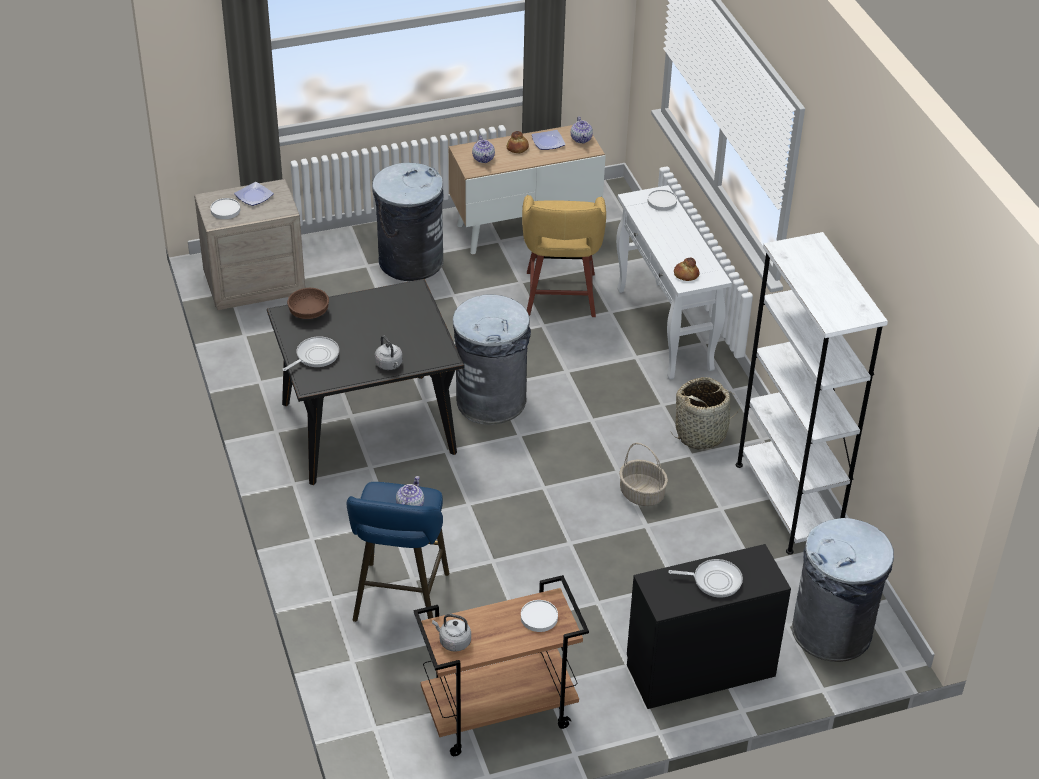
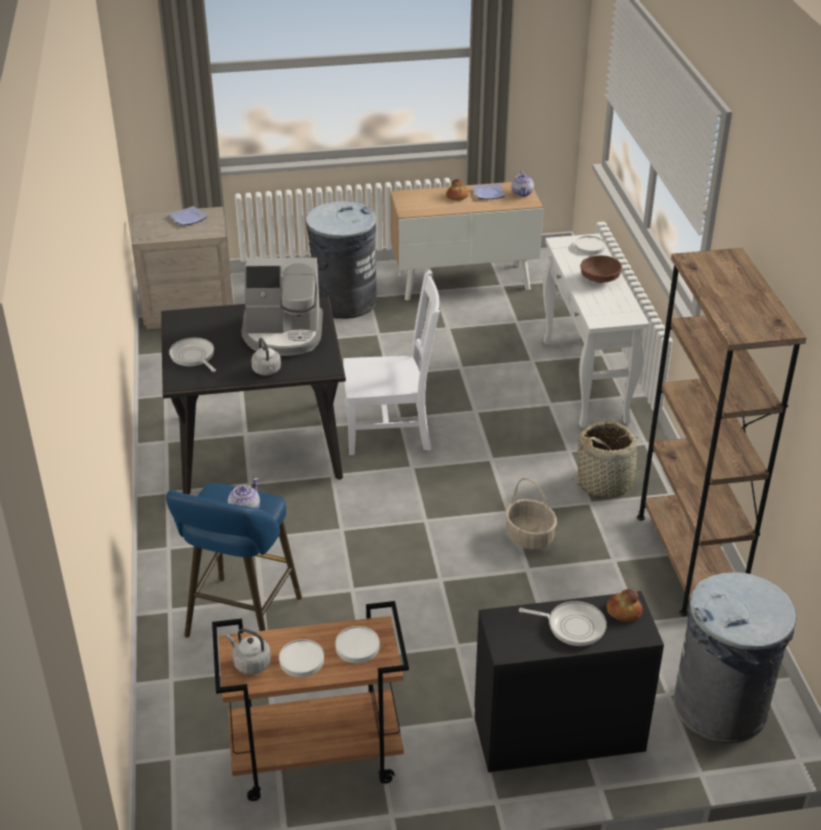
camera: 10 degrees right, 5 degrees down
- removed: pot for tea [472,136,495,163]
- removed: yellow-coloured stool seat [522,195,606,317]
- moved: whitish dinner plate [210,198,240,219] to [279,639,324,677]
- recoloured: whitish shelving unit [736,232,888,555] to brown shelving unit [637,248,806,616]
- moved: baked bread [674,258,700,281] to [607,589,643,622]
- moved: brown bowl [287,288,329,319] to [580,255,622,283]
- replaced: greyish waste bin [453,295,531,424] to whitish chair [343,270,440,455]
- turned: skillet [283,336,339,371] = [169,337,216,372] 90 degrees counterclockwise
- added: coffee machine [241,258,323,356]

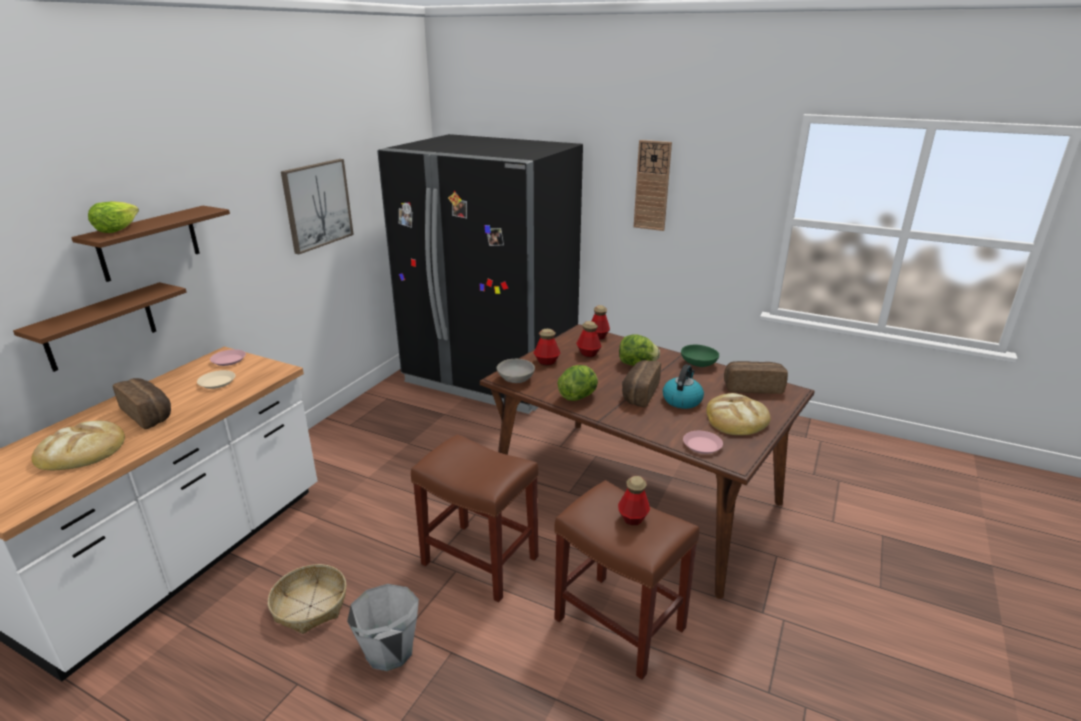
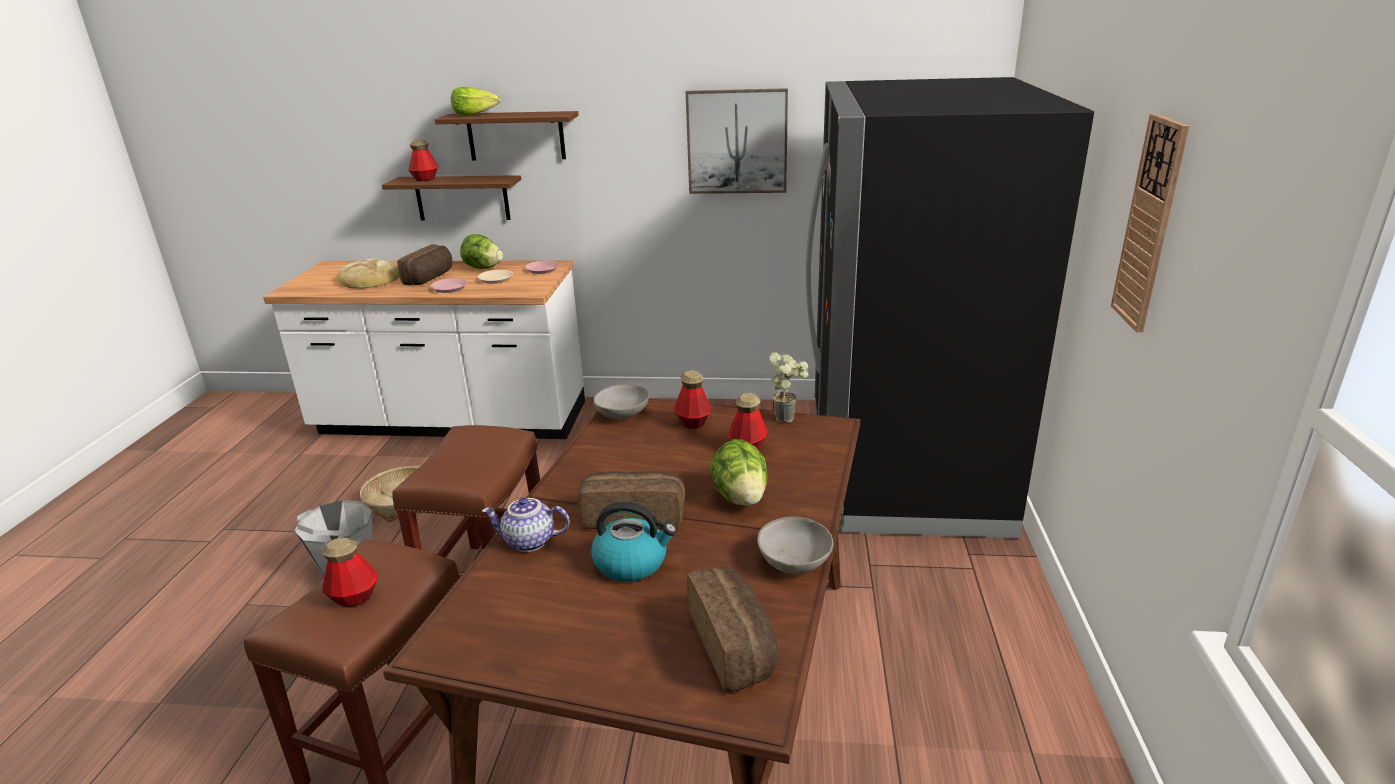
camera: 70 degrees right, 0 degrees up
- moved: beverage bottle [591,305,610,340] to [408,140,438,181]
- recoloured: greenish bowl [681,345,719,367] to greyish bowl [757,517,834,574]
- moved: head of lettuce [557,365,598,401] to [460,234,503,269]
- removed: baked bread [706,393,770,435]
- moved: pink-coloured dinner plate [683,431,723,454] to [430,278,467,293]
- added: potted plant [769,352,808,423]
- added: pot for tea [482,497,570,552]

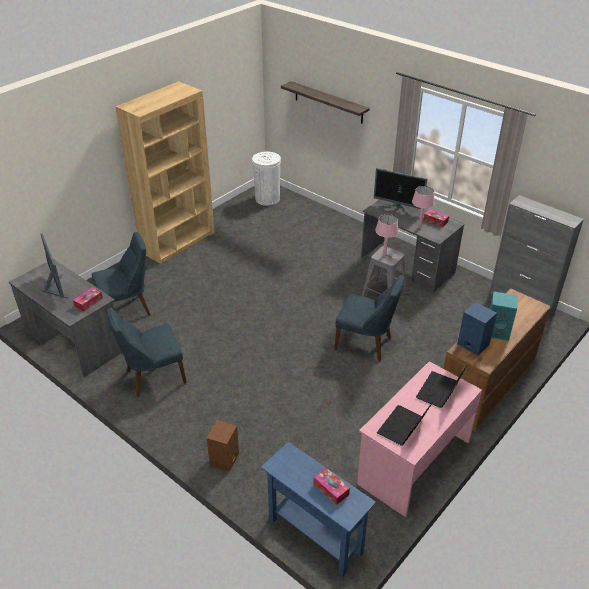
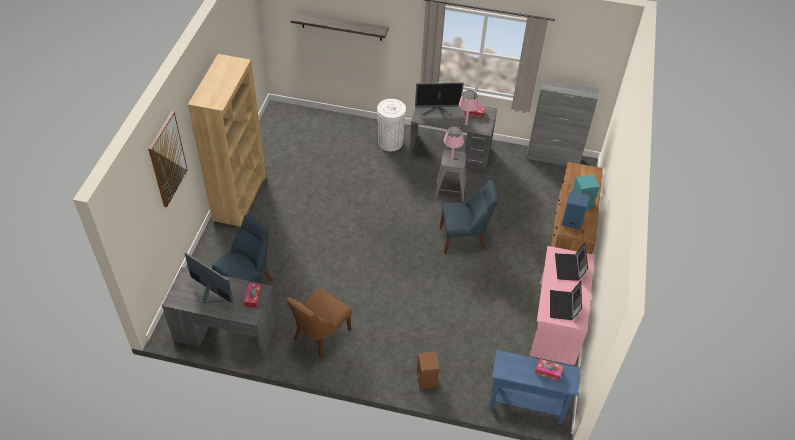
camera: 30 degrees left, 10 degrees up
- moved: whitish waste bin [252,152,281,206] to [377,99,406,151]
- recoloured: blue chair [107,307,186,397] to brown chair [287,288,352,359]
- added: wall picture [148,111,188,207]

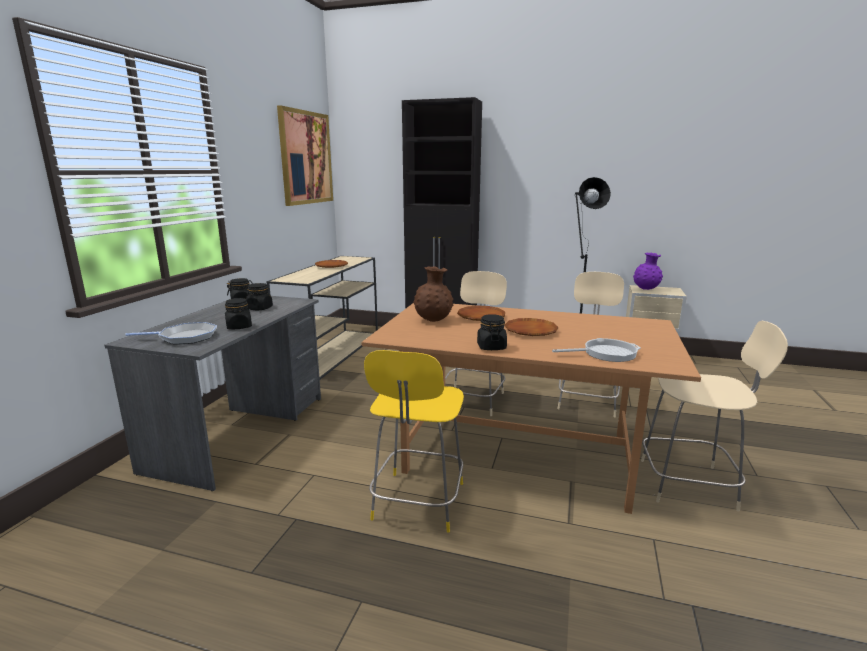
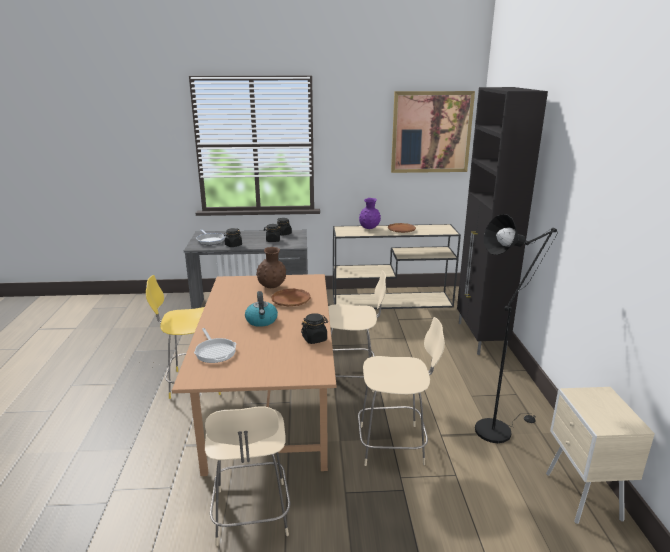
camera: 70 degrees right, 5 degrees up
- moved: purple flower vase [633,253,663,290] to [359,198,381,229]
- moved: black-coloured storage jar [477,314,507,350] to [301,313,328,344]
- replaced: brown dinner plate [504,318,559,336] to tea kettle [245,291,278,327]

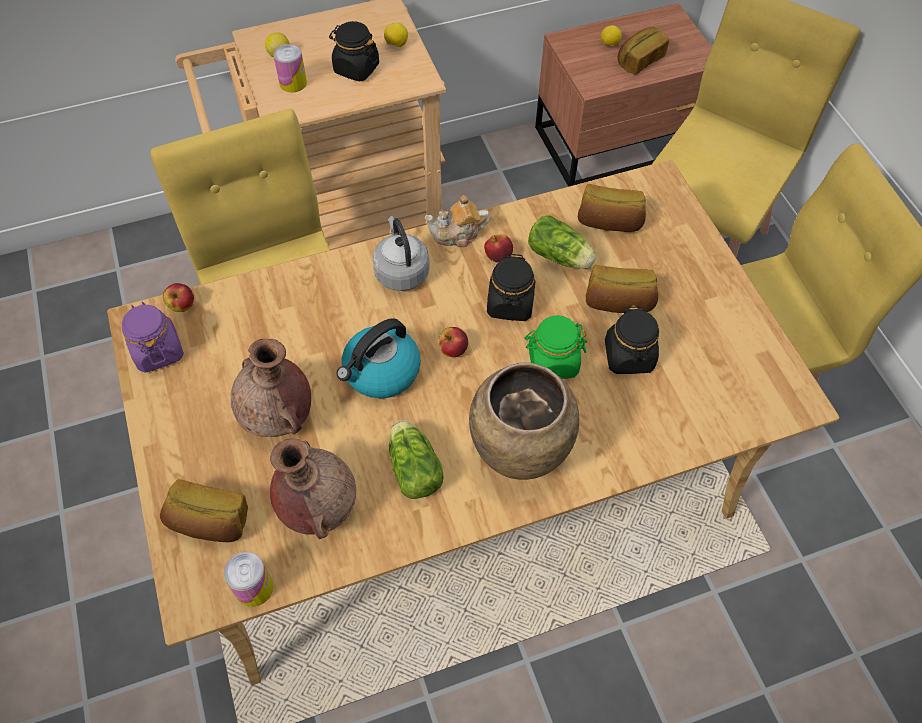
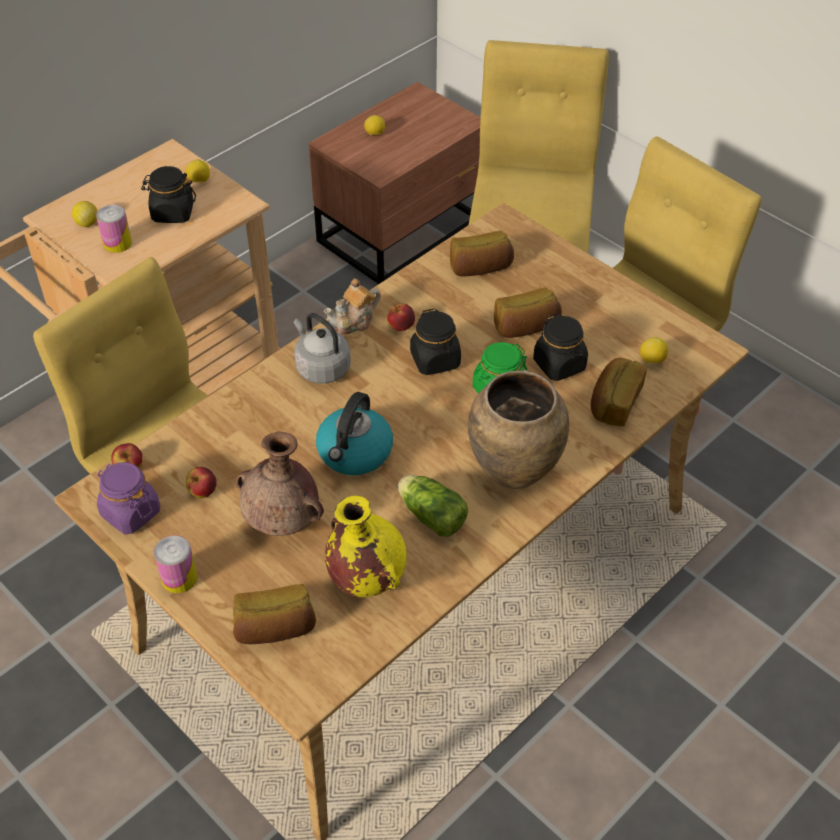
camera: 25 degrees left, 10 degrees down
- moved: baked bread [618,27,669,75] to [591,358,647,426]
- removed: head of lettuce [528,216,596,269]
- moved: apple [438,327,468,357] to [186,467,217,498]
- recoloured: brown flower vase [270,438,356,539] to yellow-coloured flower vase [325,496,406,597]
- moved: can [224,552,273,607] to [154,536,197,593]
- added: whole lemon [640,337,668,363]

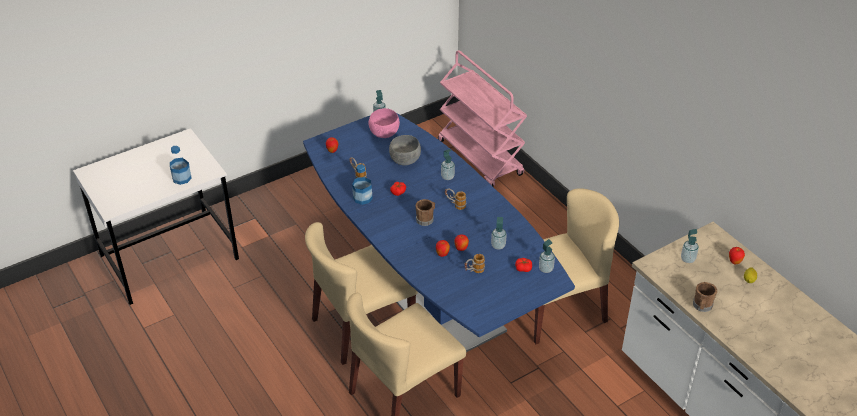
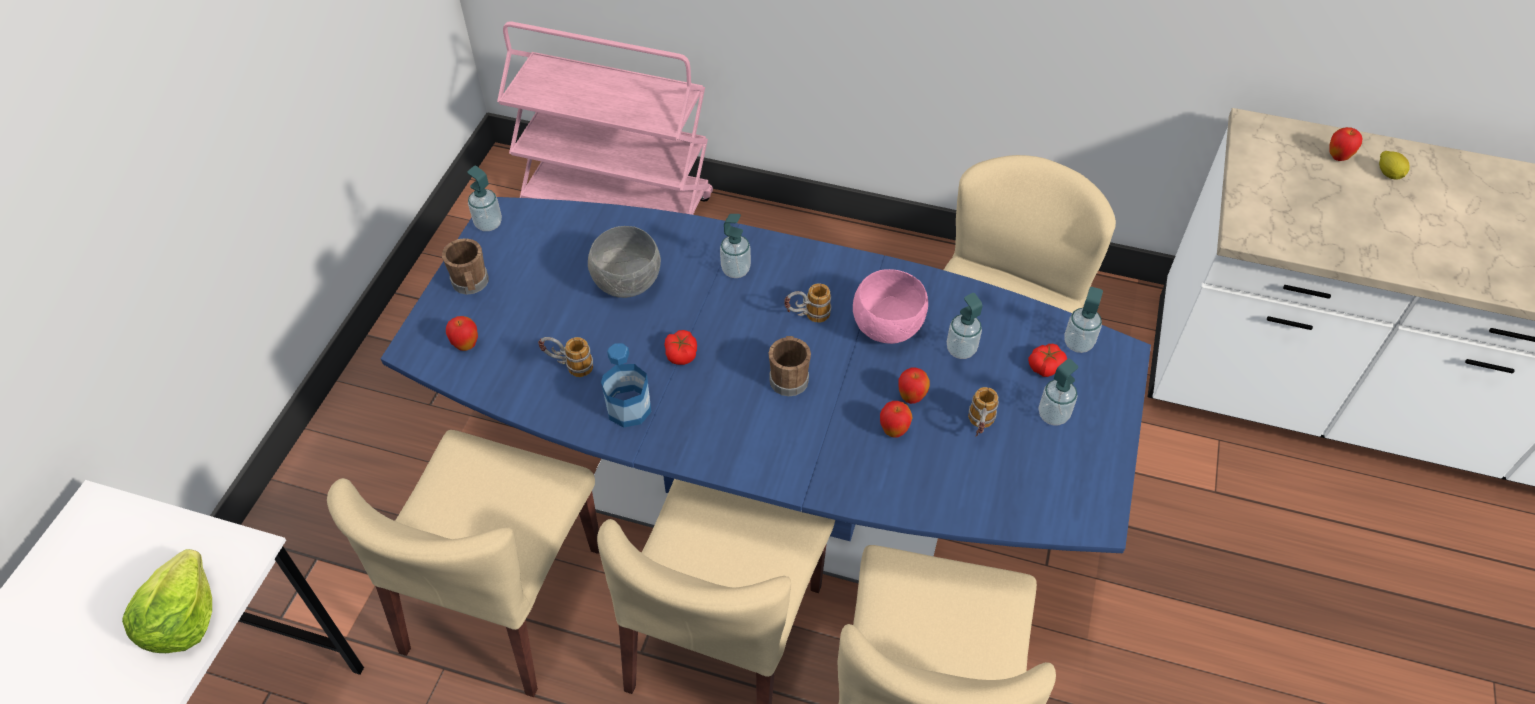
camera: 40 degrees left, 10 degrees up
- moved: pink-coloured bowl [368,108,400,138] to [853,269,928,344]
- replaced: beverage bottle [170,146,192,185] to head of lettuce [122,549,212,653]
- moved: liquid soap bottle [681,229,699,263] to [1038,359,1078,425]
- moved: brown coffee mug [693,282,717,312] to [442,238,488,295]
- added: beige chair [327,430,599,697]

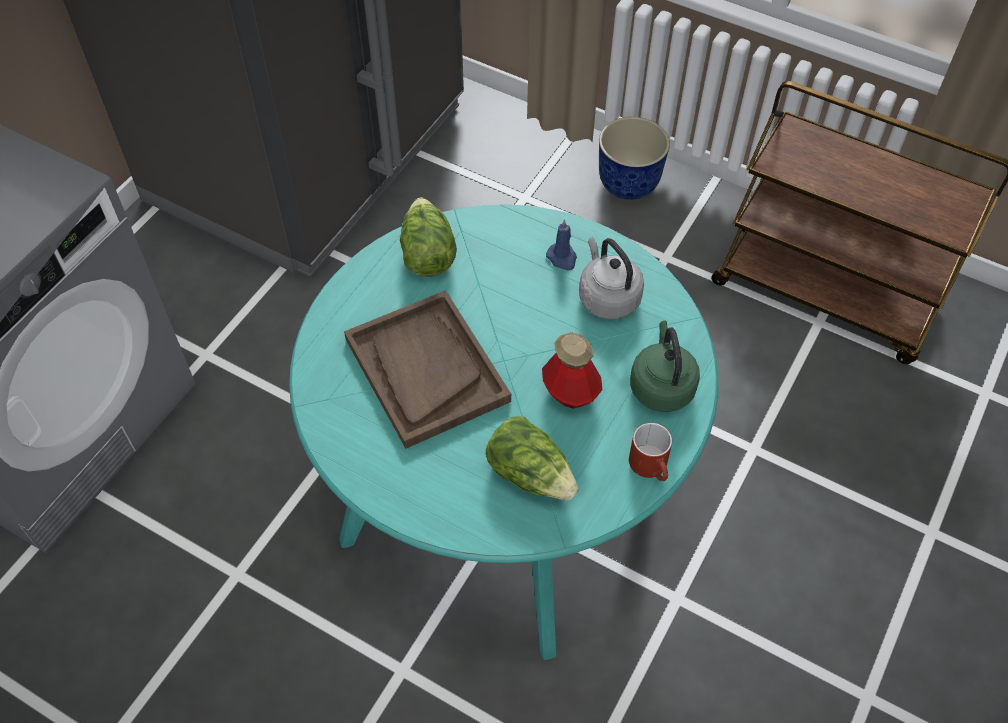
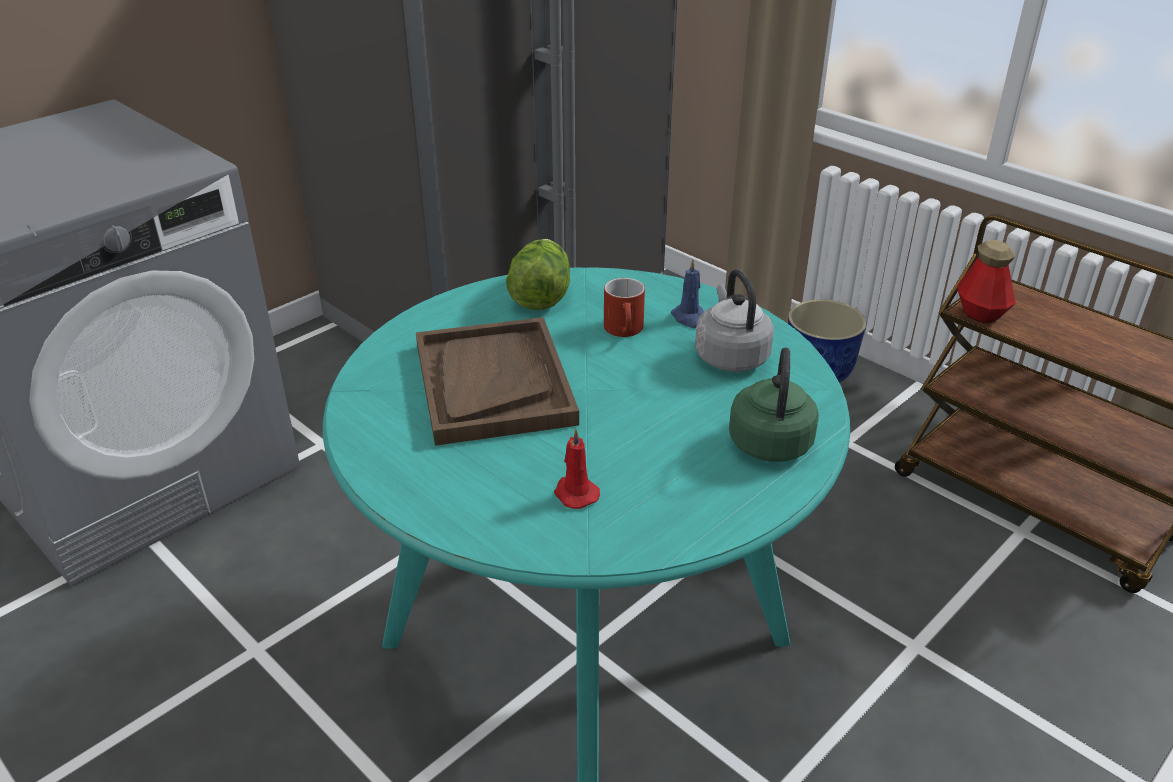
camera: 15 degrees right, 20 degrees down
- moved: beverage bottle [542,332,603,409] to [957,240,1016,323]
- replaced: head of lettuce [486,416,578,500] to red candle [554,428,600,509]
- moved: red coffee mug [629,423,672,481] to [604,278,645,337]

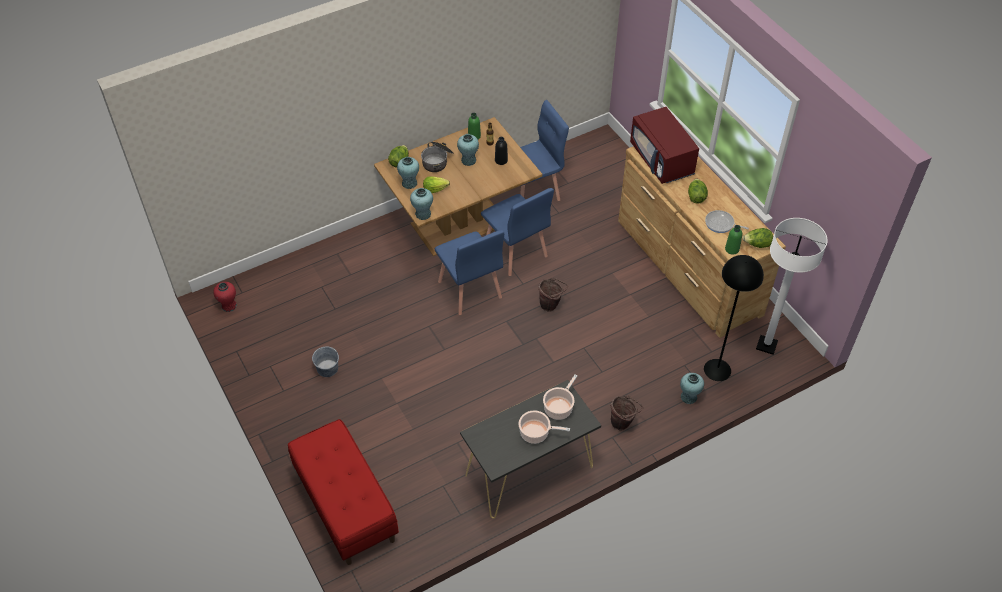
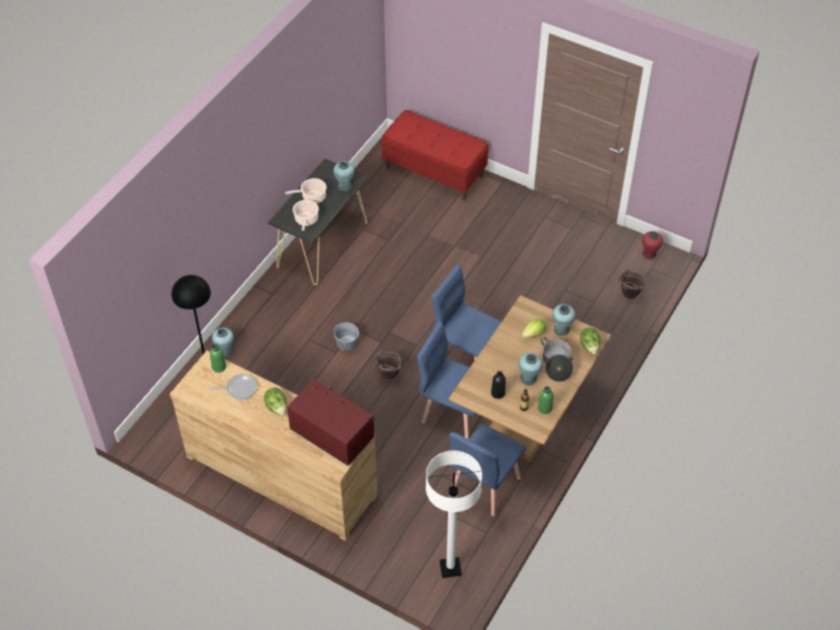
camera: 150 degrees right, 0 degrees up
- moved: turquoise-coloured flower vase [410,188,433,220] to [333,161,354,191]
- moved: whitish standard lamp [756,218,828,355] to [426,451,482,578]
- removed: head of lettuce [742,228,773,248]
- moved: greyish bucket [312,347,339,377] to [333,321,359,351]
- moved: brown bucket [610,395,643,431] to [618,269,645,299]

